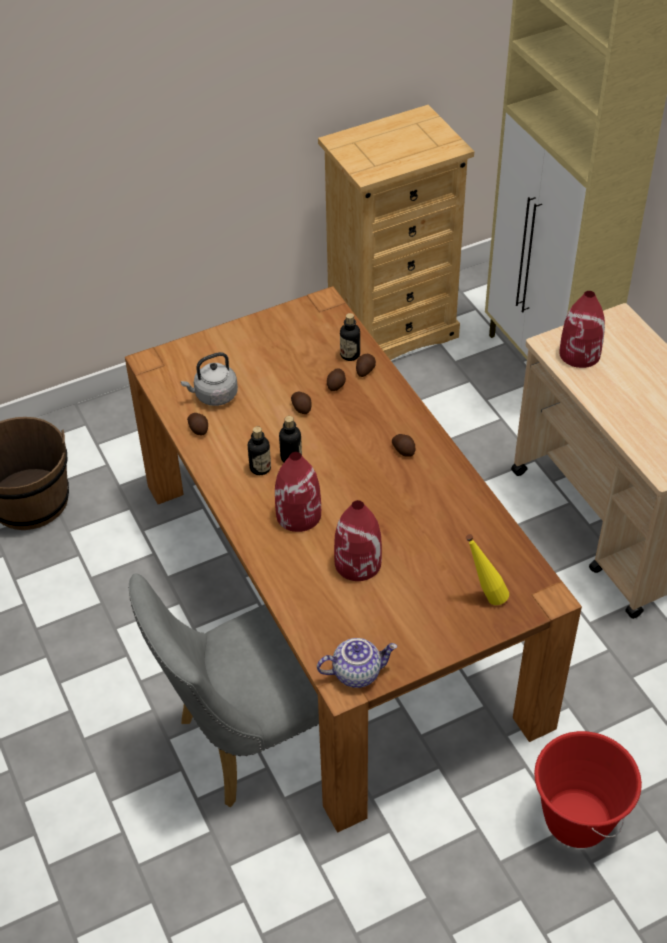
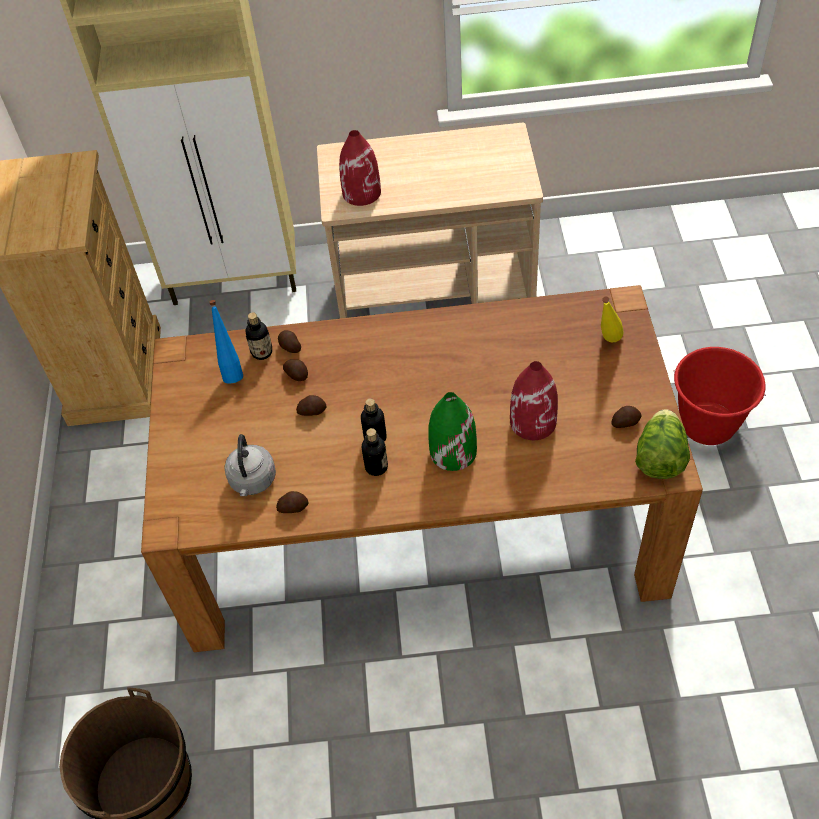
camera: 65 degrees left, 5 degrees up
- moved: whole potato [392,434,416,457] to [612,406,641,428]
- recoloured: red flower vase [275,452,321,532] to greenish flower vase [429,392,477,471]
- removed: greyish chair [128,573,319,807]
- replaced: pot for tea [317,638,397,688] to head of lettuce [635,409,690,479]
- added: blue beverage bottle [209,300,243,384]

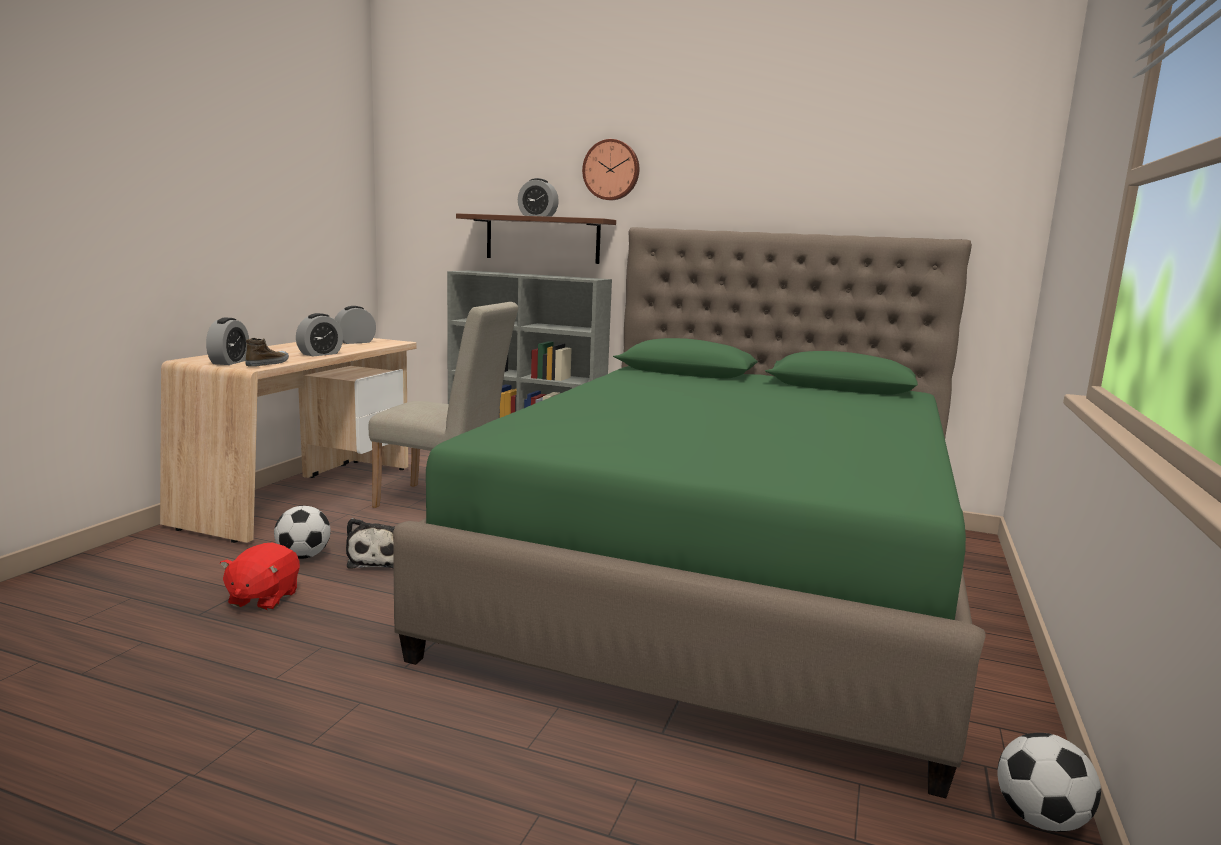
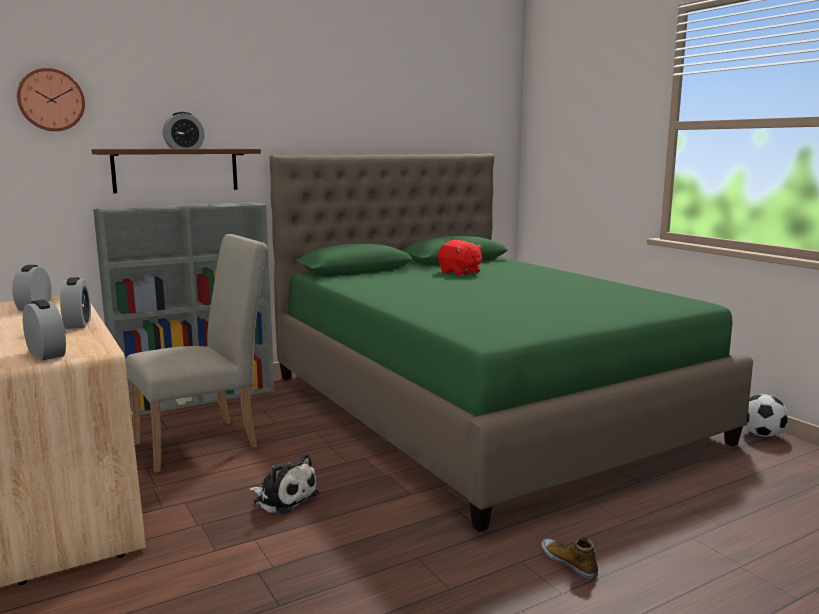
camera: 50 degrees left, 0 degrees up
- moved: clock on the wall [582,139,639,200] to [17,68,85,131]
- moved: shoe [245,338,289,367] to [541,537,598,579]
- removed: ball for football [274,506,331,559]
- moved: red soft toy [220,543,300,610] to [438,240,483,276]

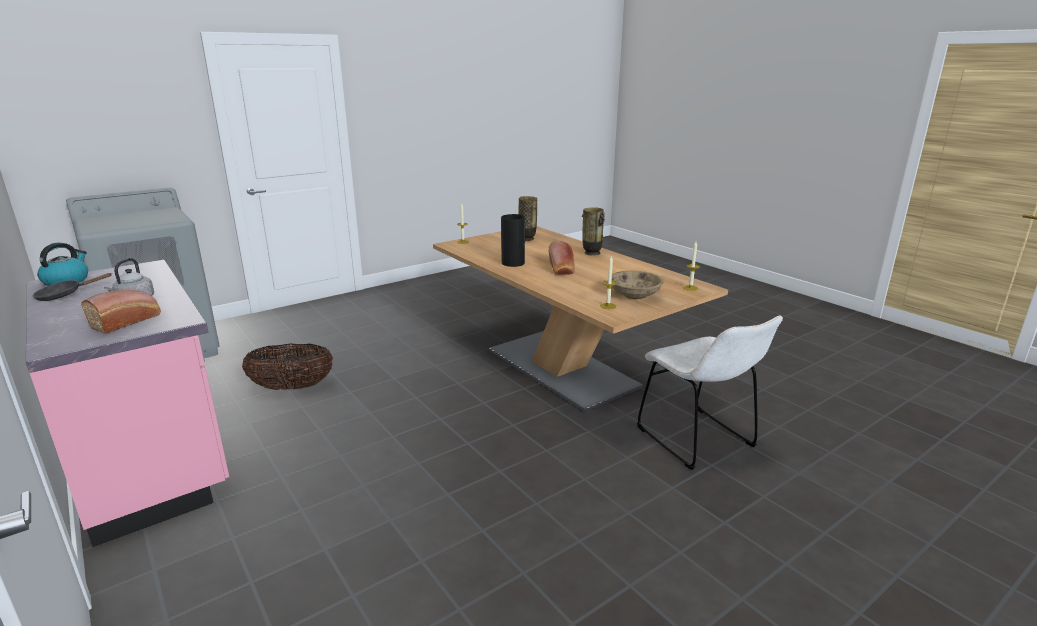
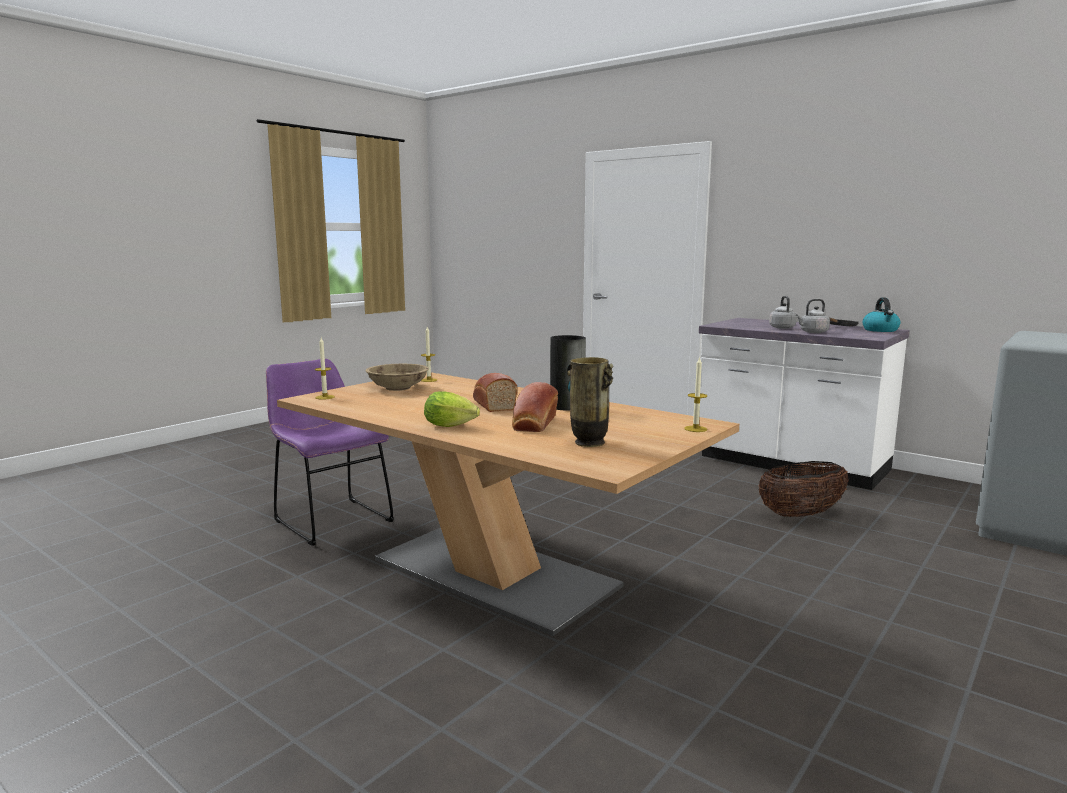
camera: 165 degrees right, 10 degrees down
- replaced: flower vase [582,207,605,256] to head of lettuce [424,391,480,427]
- recoloured: pink-coloured kitchen counter [26,260,229,547] to whitish kitchen counter [699,318,910,490]
- moved: baked bread [81,290,161,334] to [512,382,558,432]
- recoloured: whitish chair [637,315,783,470] to purple chair [266,359,394,546]
- added: greyish tea kettle [795,299,830,333]

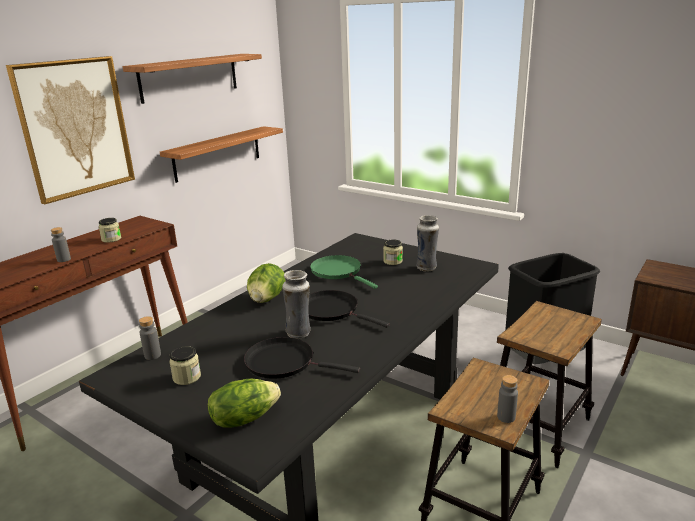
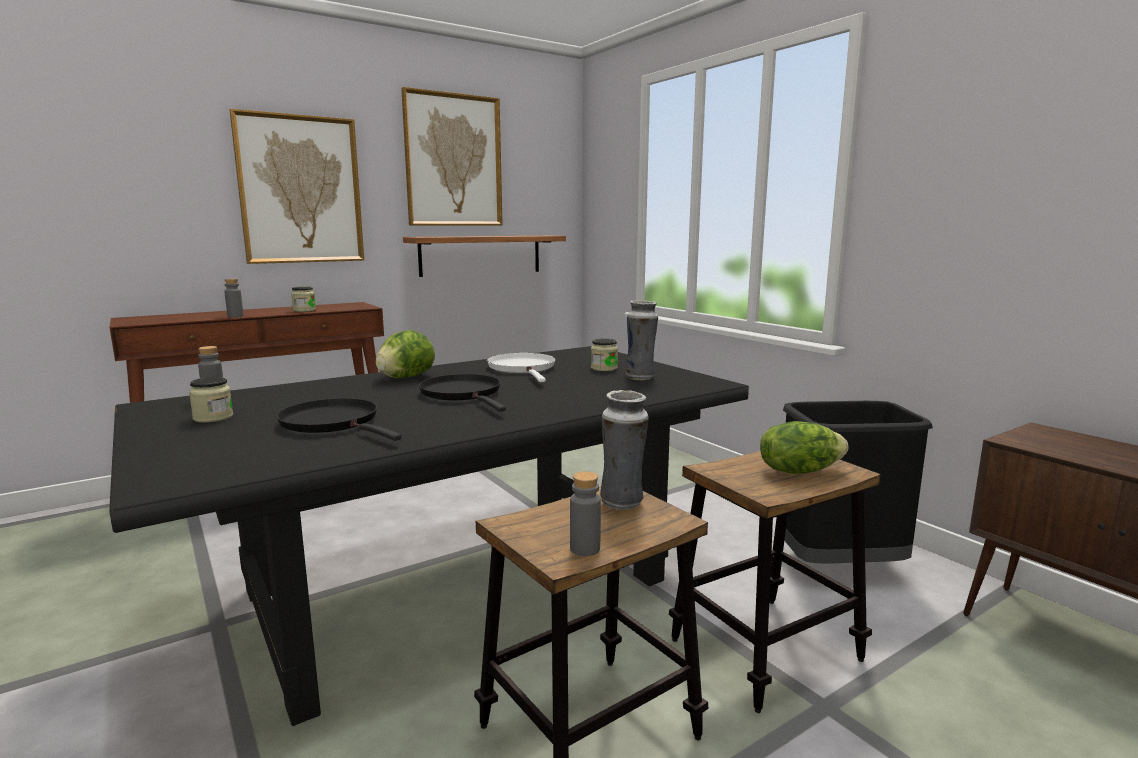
camera: 20 degrees right, 10 degrees down
- replaced: shelf [122,54,262,104] to wall picture [401,87,503,225]
- recoloured: greenish skillet [310,255,378,289] to whitish skillet [487,353,555,382]
- moved: flower vase [282,270,311,339] to [600,390,649,510]
- moved: head of lettuce [208,379,281,428] to [760,421,848,474]

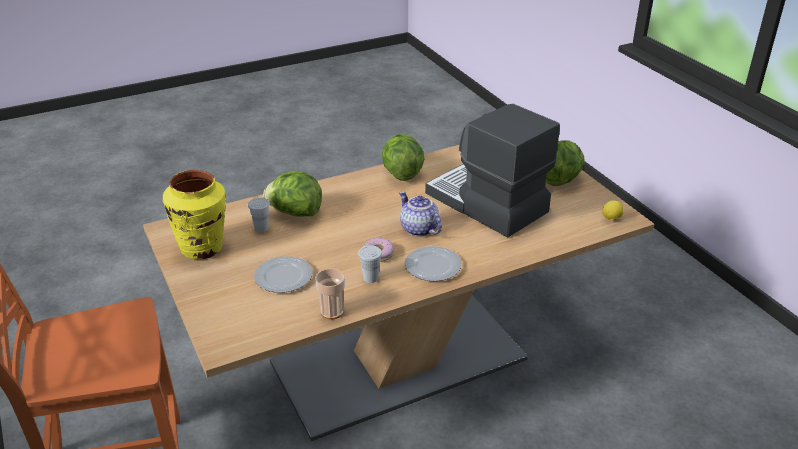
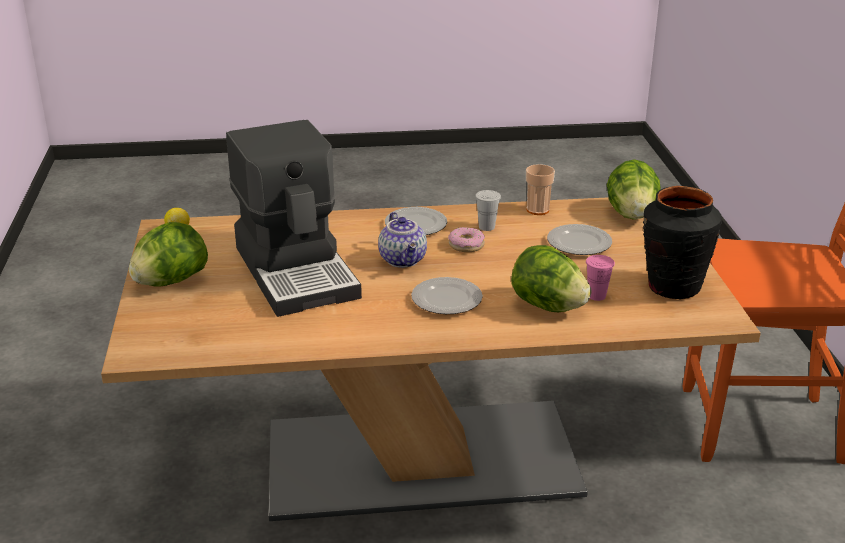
camera: 160 degrees left, 5 degrees down
- moved: head of lettuce [382,134,425,181] to [607,159,661,220]
- recoloured: yellow-coloured flower vase [163,170,226,259] to black-coloured flower vase [643,186,722,299]
- recoloured: whitish cup [248,198,270,233] to pink-coloured cup [586,255,615,301]
- added: dinner plate [411,277,483,314]

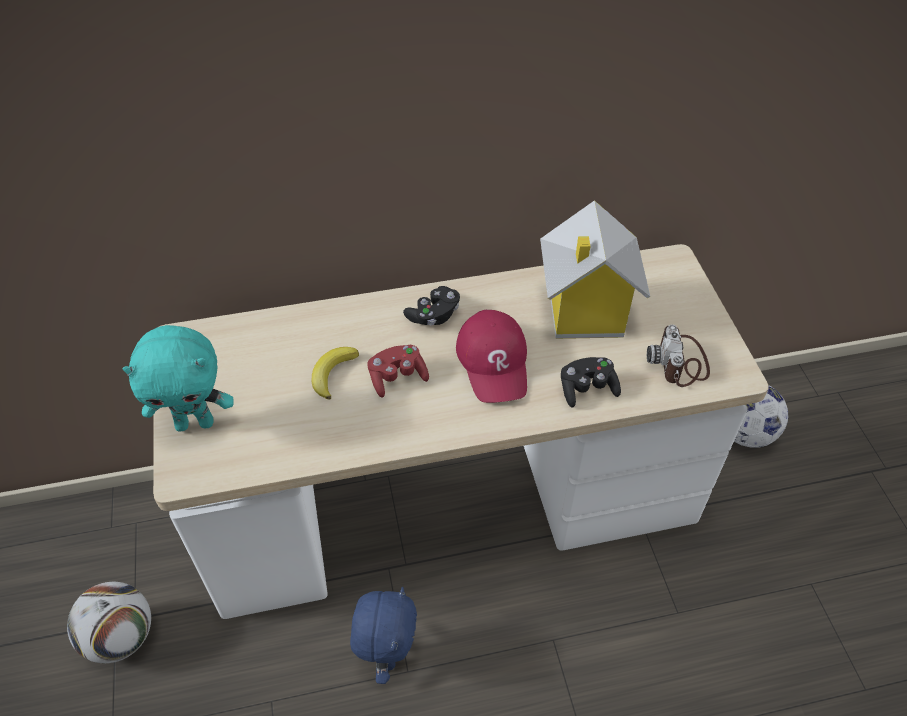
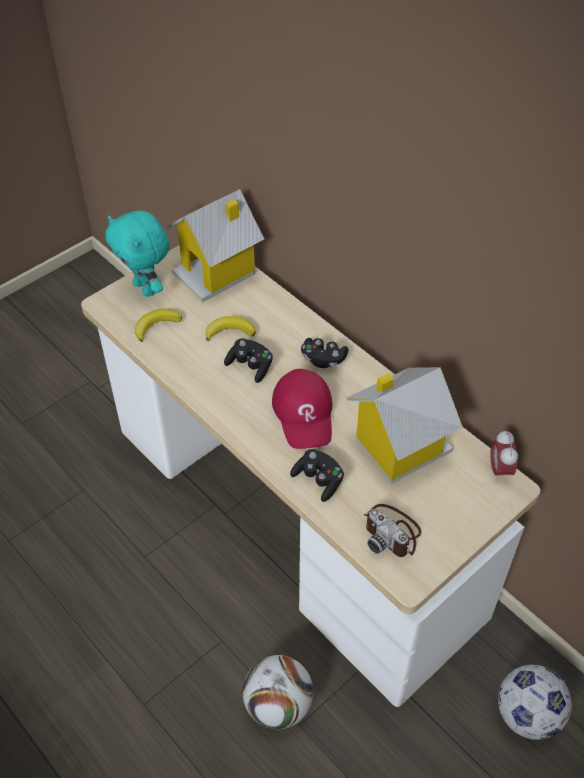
camera: 60 degrees right, 0 degrees up
- turned: red peaked cap [456,310,527,403] = [272,369,332,449] 60 degrees counterclockwise
- turned: photo camera [647,325,710,387] = [364,504,421,557] 105 degrees counterclockwise
- recoloured: red game controller [368,345,429,398] to black-coloured game controller [224,338,273,383]
- moved: ball for football [67,582,151,663] to [243,655,313,729]
- removed: blue soft toy [350,587,417,684]
- added: toy house [167,189,264,302]
- added: banana fruit [135,309,182,342]
- added: table clock [490,430,518,482]

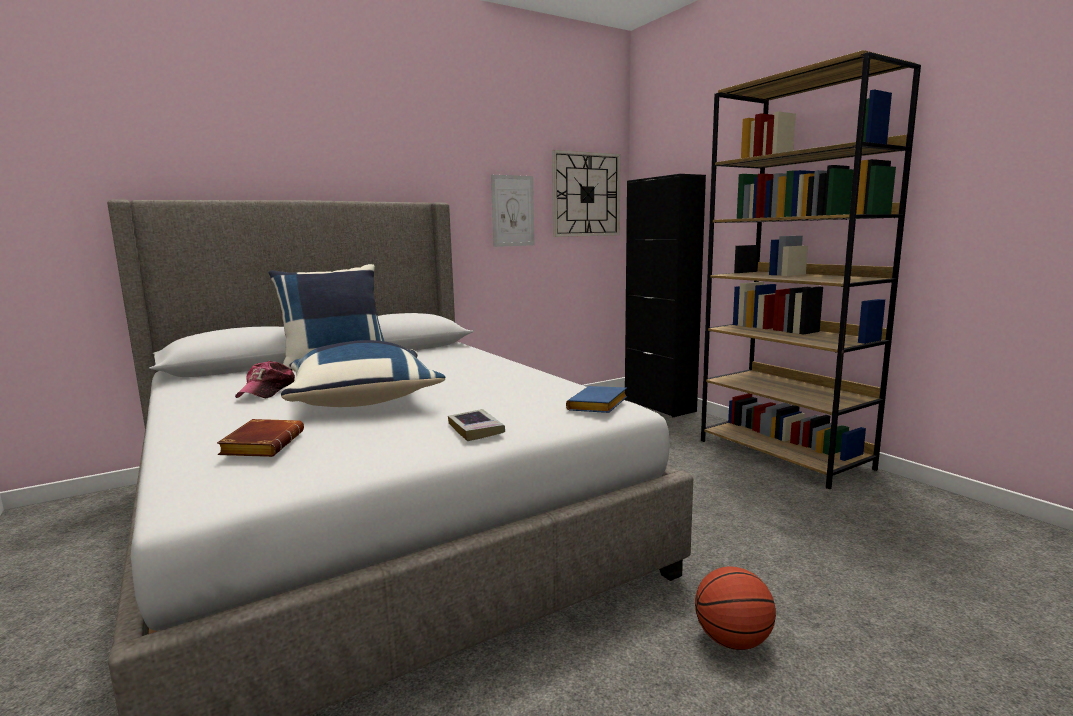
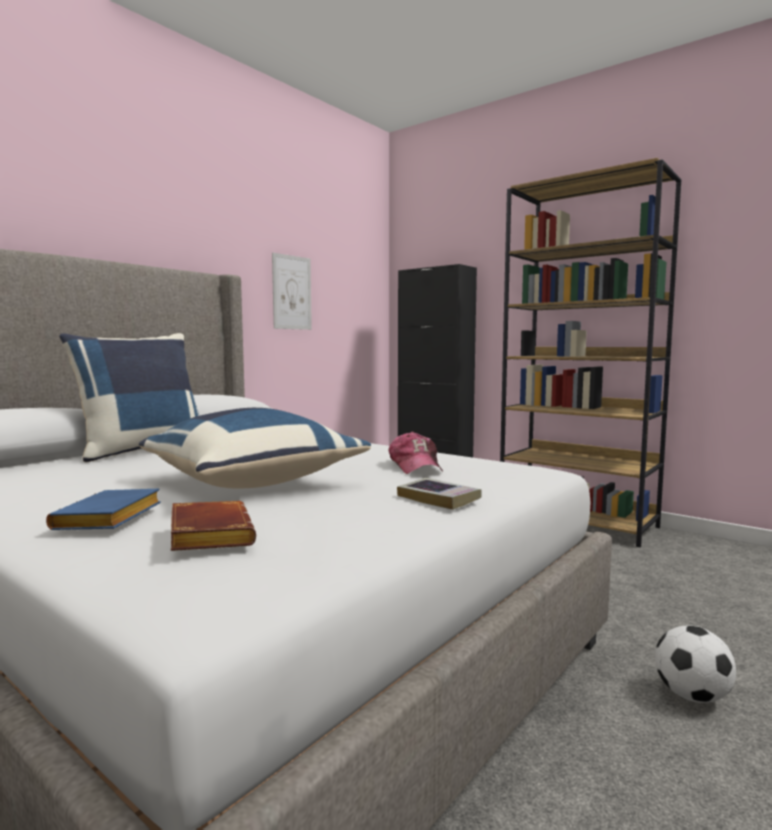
camera: 20 degrees left, 5 degrees down
- removed: clock on the wall [552,150,621,237]
- moved: peaked cap [235,361,295,398] to [388,432,443,474]
- moved: blue volume [566,386,627,413] to [46,489,161,530]
- replaced: basketball ball [695,566,776,650] to ball for football [655,625,736,703]

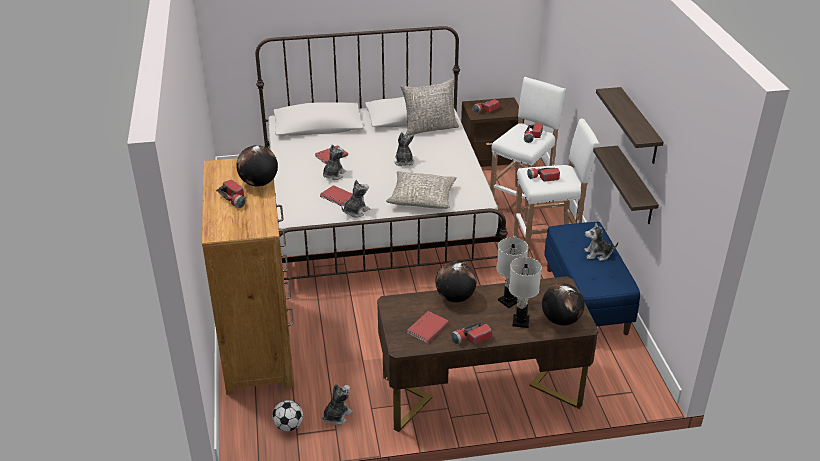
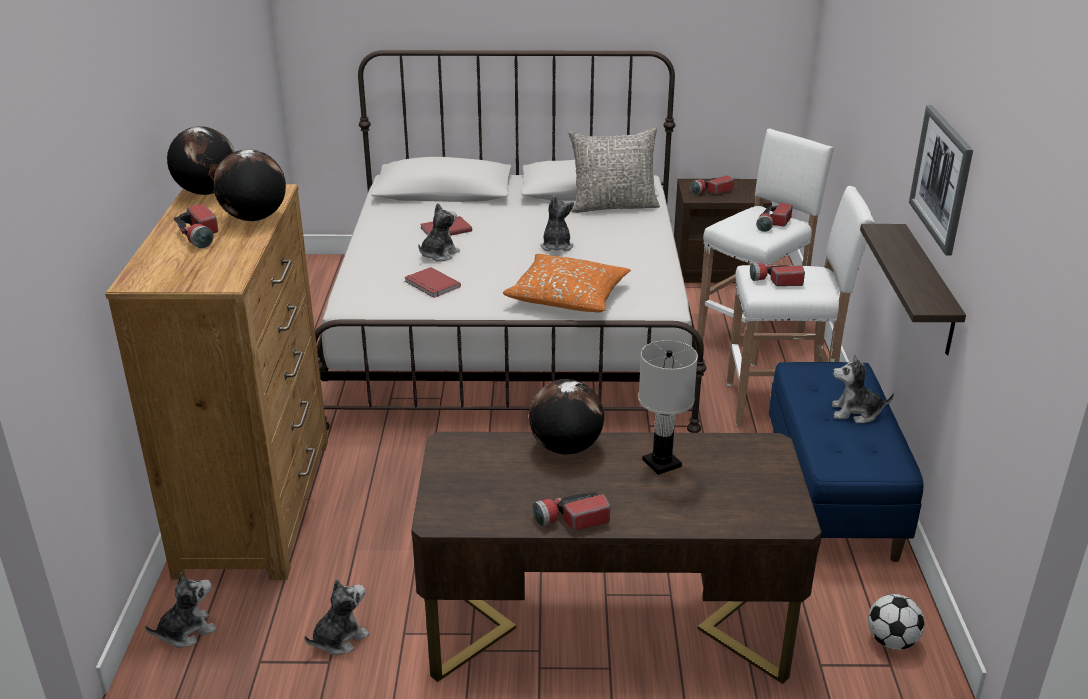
camera: 10 degrees right, 5 degrees down
- replaced: shelf [596,87,664,164] to wall picture [909,105,973,256]
- recoloured: greyish cushion [386,171,457,209] to orange cushion [503,254,631,312]
- moved: soft toy [342,180,370,217] to [145,572,217,648]
- removed: whitish table lamp [509,257,542,328]
- moved: world globe [542,283,585,325] to [167,126,235,195]
- removed: red volume [407,311,449,343]
- moved: ball for football [272,400,303,431] to [868,594,925,650]

